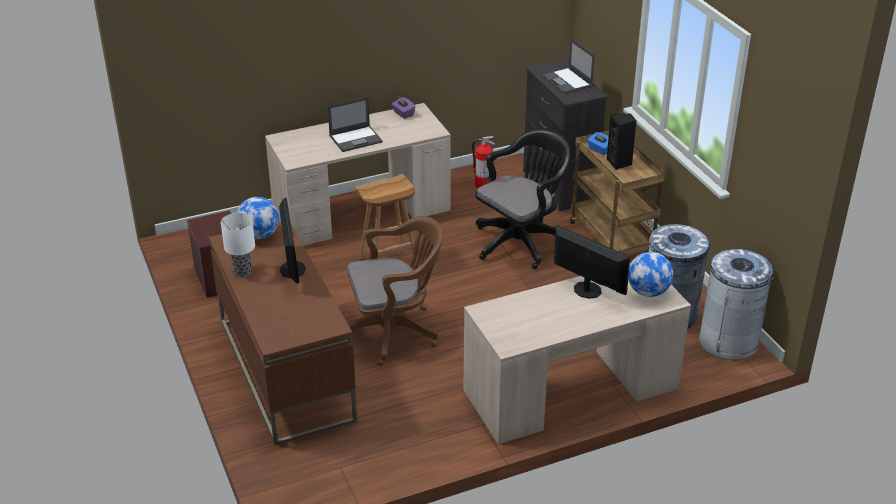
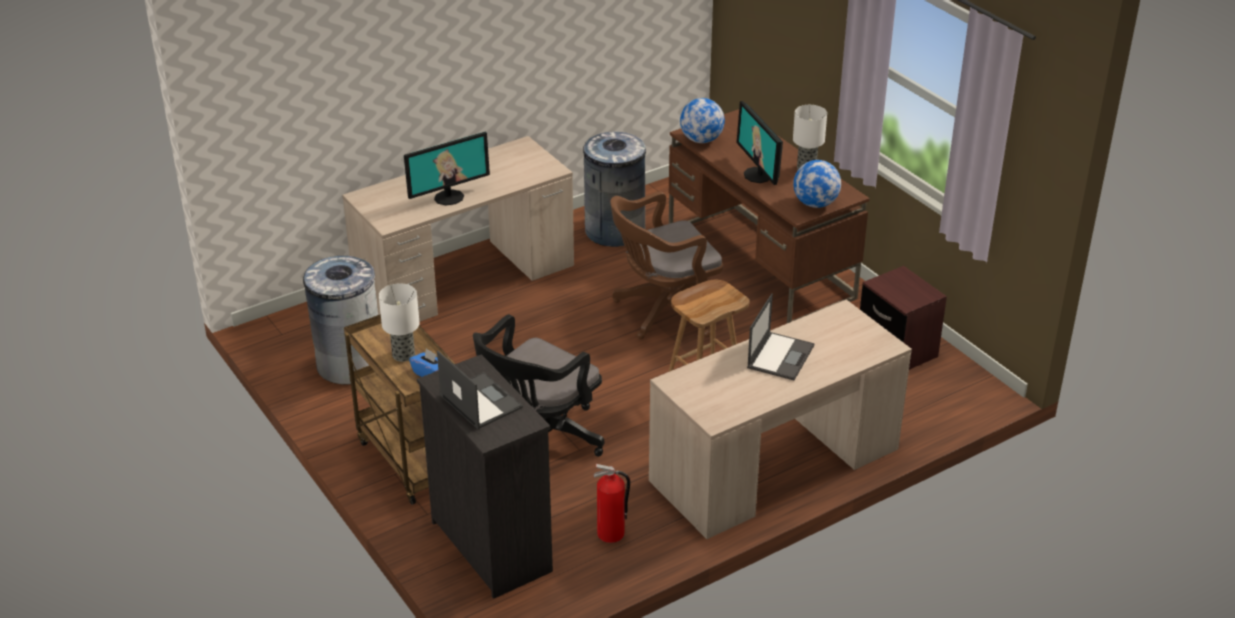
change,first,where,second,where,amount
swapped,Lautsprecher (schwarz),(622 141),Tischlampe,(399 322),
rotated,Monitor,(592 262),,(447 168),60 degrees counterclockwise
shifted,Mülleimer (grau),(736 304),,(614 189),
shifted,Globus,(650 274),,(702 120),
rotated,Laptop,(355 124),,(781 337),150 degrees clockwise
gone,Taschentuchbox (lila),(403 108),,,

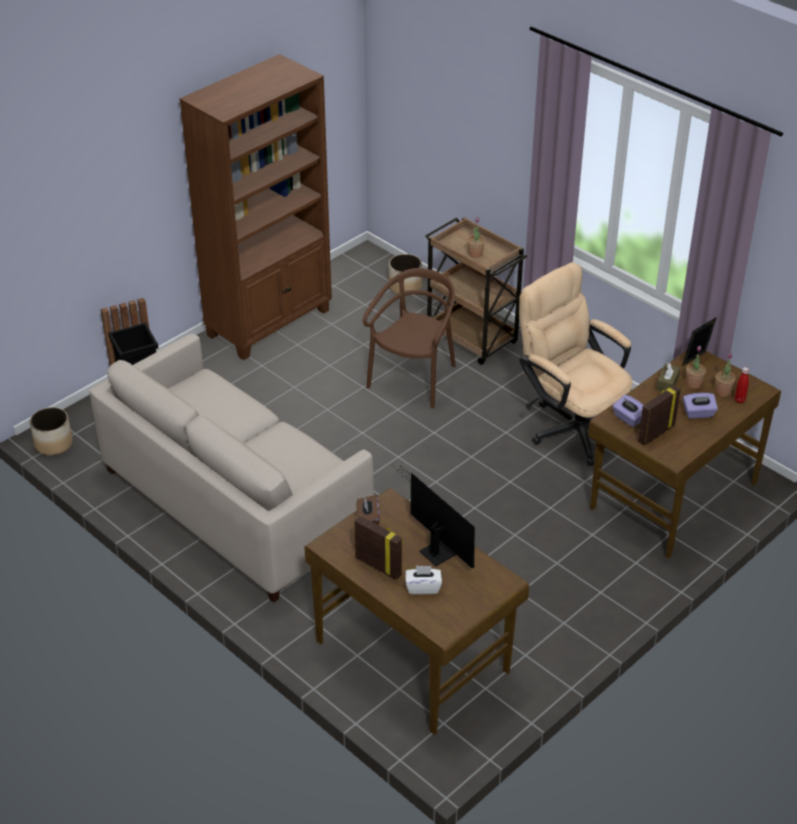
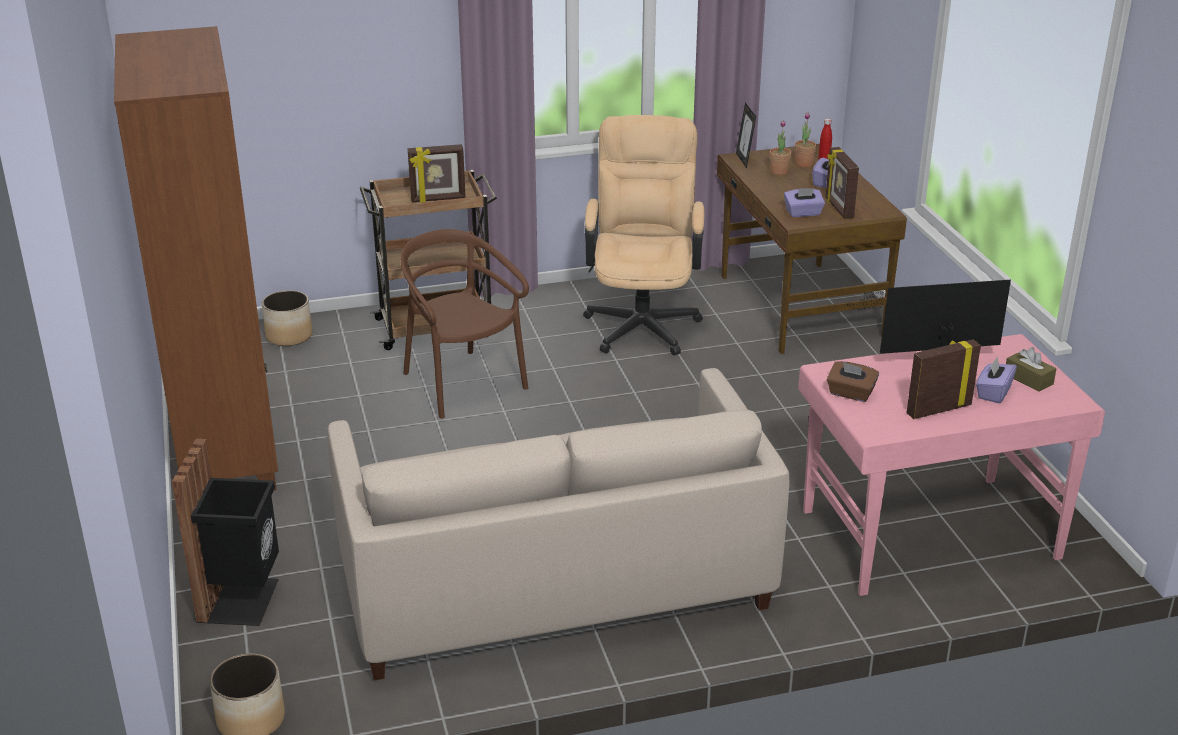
change,first,where,second,where,amount
swapped,Topfpflanze,(476 237),Bilderrahmen,(437 173),
rotated,Bürostuhl (beige),(576 364),,(644 235),105 degrees clockwise
repainted,Schreibtisch (braun),(416 611),Schreibtisch (rosa),(951 465),
repainted,Taschentuchbox (weiß),(423 579),Taschentuchbox (lila),(996 380),
shifted,Taschentuchbox (braun),(668 377),,(1031 369),

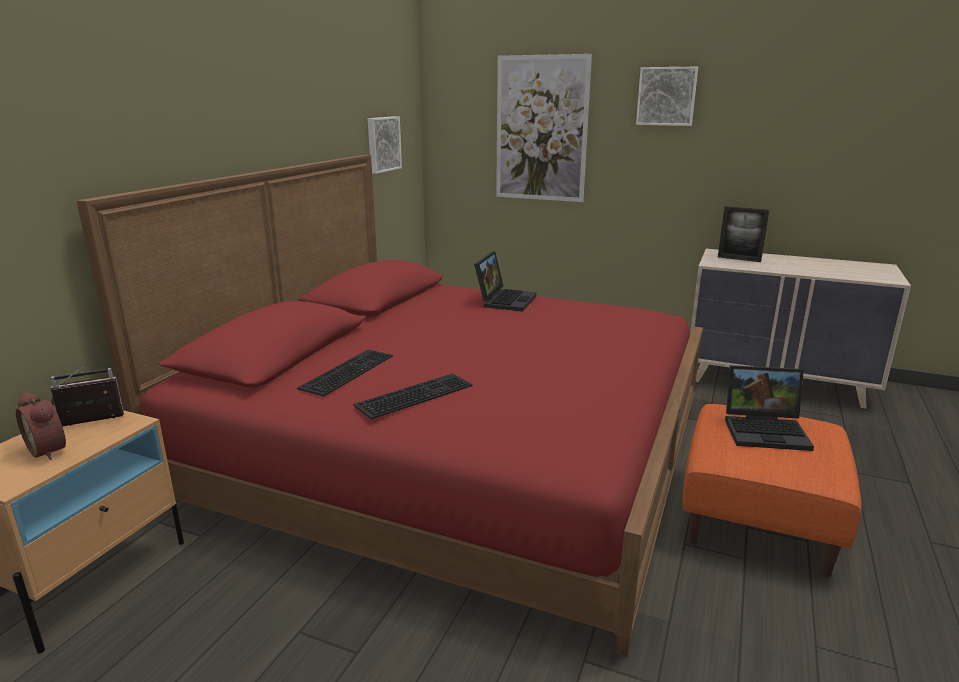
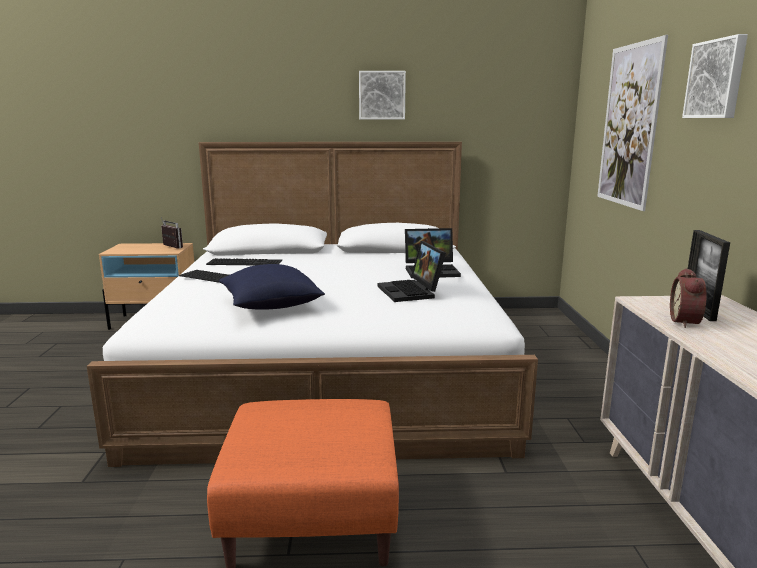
change,first,where,second,where,amount
repainted,Bett (rot),(389 406),Bett (weiß),(312 304),
new,,,Kissen (blau),(272 287),
shifted,Bild,(385 145),,(382 95),
shifted,Laptop,(769 408),,(412 271),
shifted,Wecker,(41 426),,(688 298),

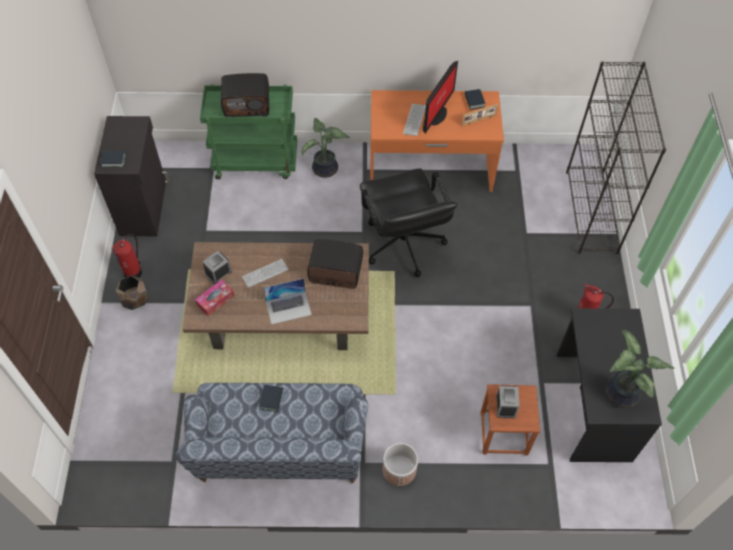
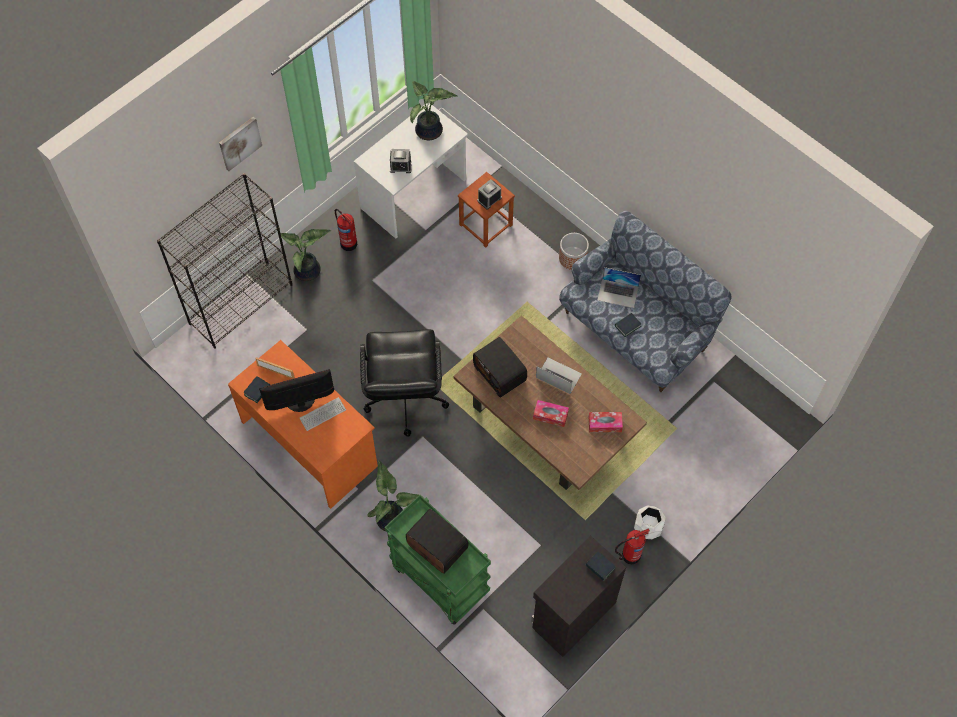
change,first,where,second,where,amount
new,,,Bild,(240 143),
new,,,Topfpflanze,(306 255),
repainted,Schreibtisch (schwarz),(609 385),Schreibtisch (weiß),(411 171),
rotated,Bürostuhl (schwarz),(409 222),,(404 383),150 degrees clockwise
shifted,Wecker,(217 267),,(401 161),
swapped,Tastatur,(265 273),Taschentuchbox,(551 413),
new,,,Laptop,(619 287),
repainted,Pflanzkübel (braun),(132 292),Pflanzkübel (weiß),(650 522),

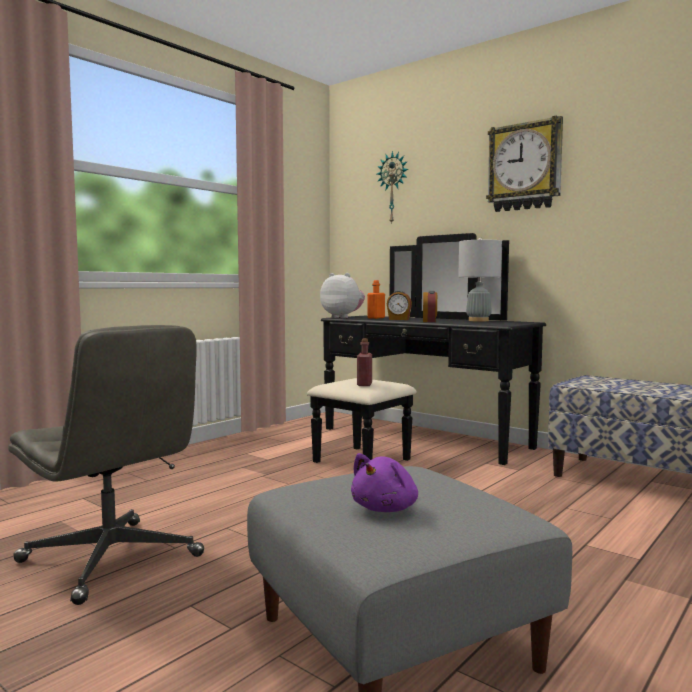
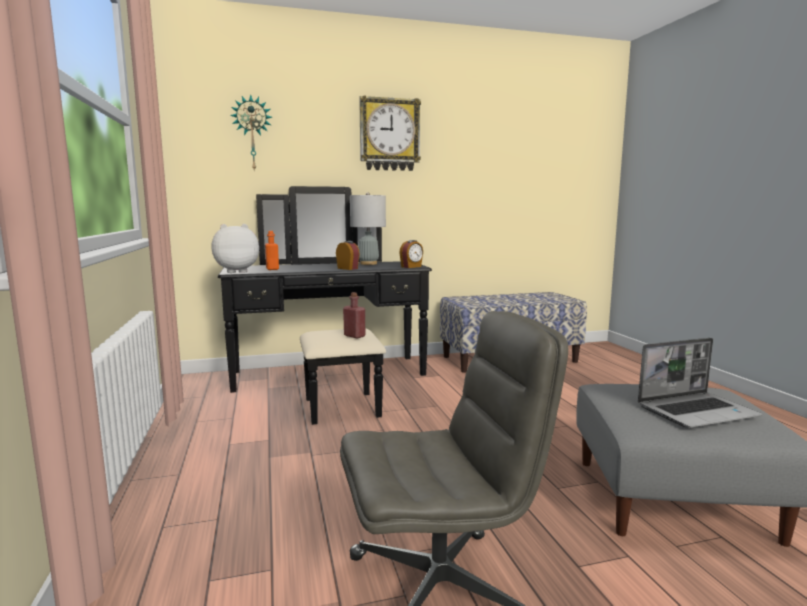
change,first,where,second,where,amount
shifted,Wecker,(399 305),,(411 254),
swapped,Plüschtier (lila),(384 482),Laptop,(700 383),

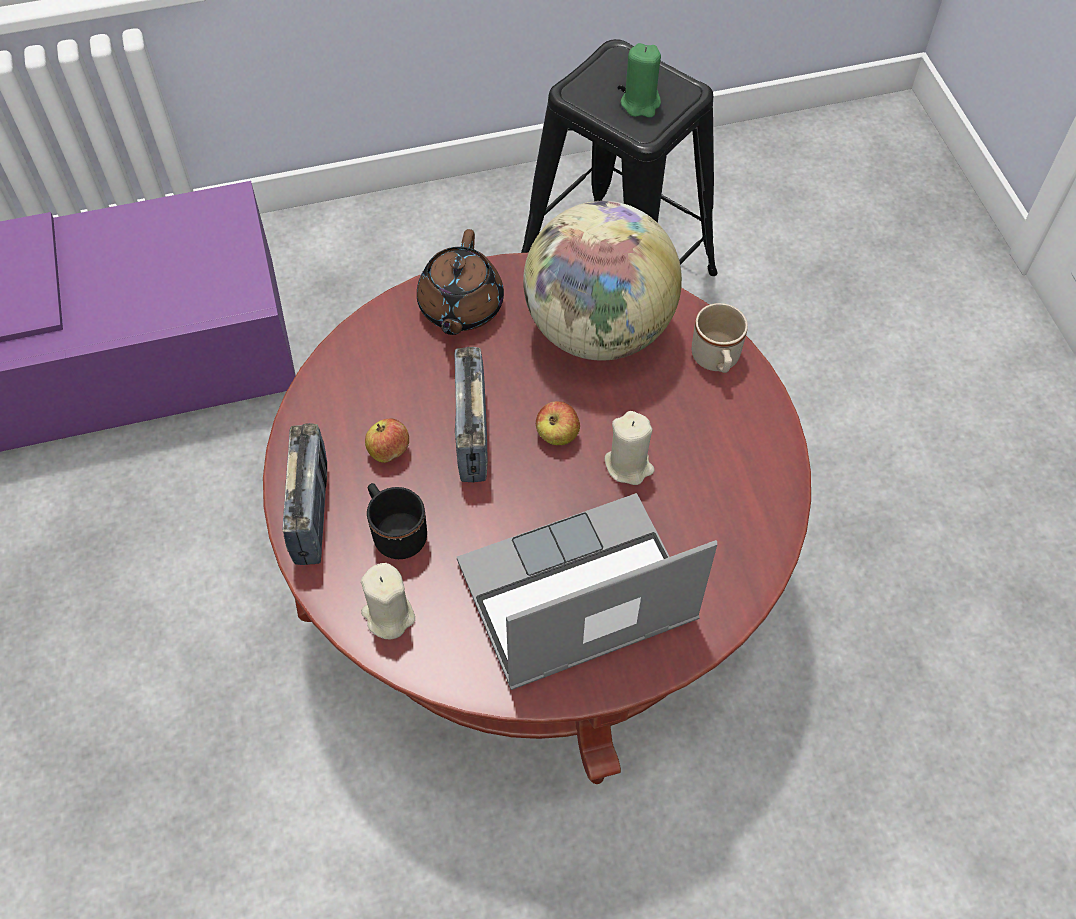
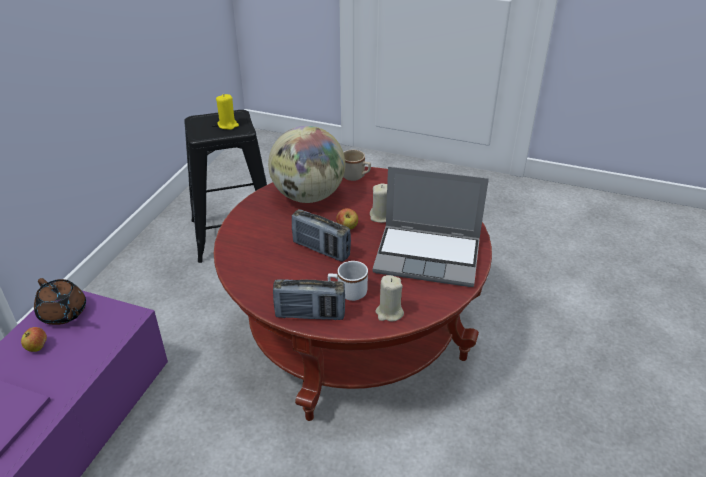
change,first,where,second,where,amount
shifted,Apfel,(387 441),,(34 339),
shifted,Teekanne (braun),(460 282),,(60 301),
repainted,Kerze (grün),(641 80),Kerze (gelb),(227 112),
rotated,Radio,(305 494),,(309 300),150 degrees clockwise
repainted,Henkelbecher (schwarz),(397 521),Henkelbecher (weiß),(348 281),
rotated,Laptop,(587 591),,(430 226),90 degrees counterclockwise

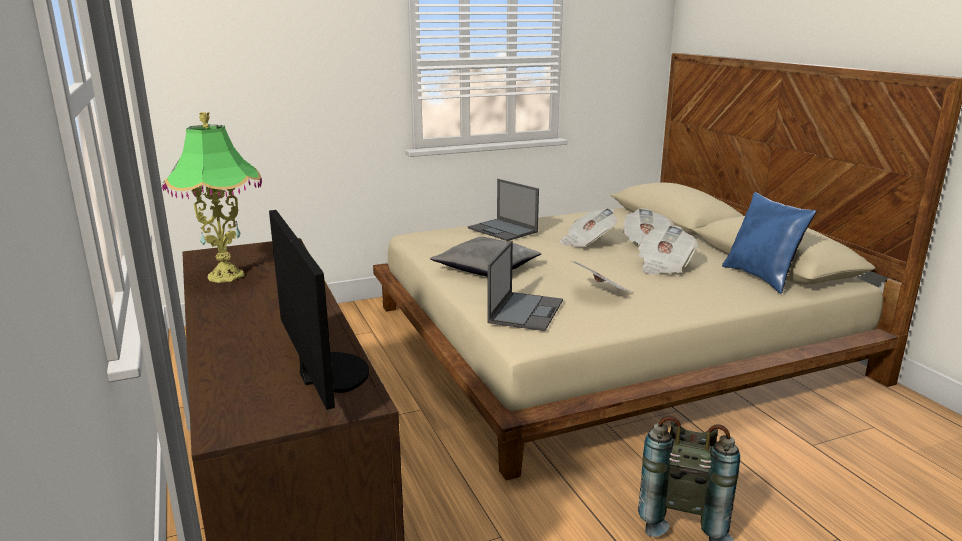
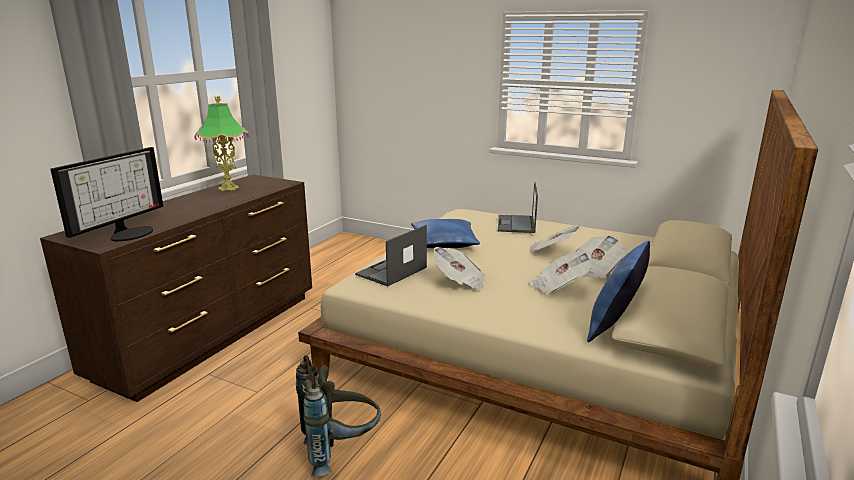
change,first,where,second,where,amount
rotated,Laptop,(525 286),,(391 255),150 degrees clockwise
repainted,Kissen (grau),(485 257),Kissen (blau),(445 233),

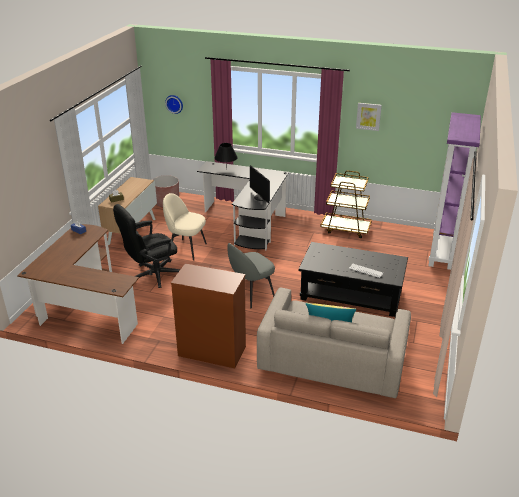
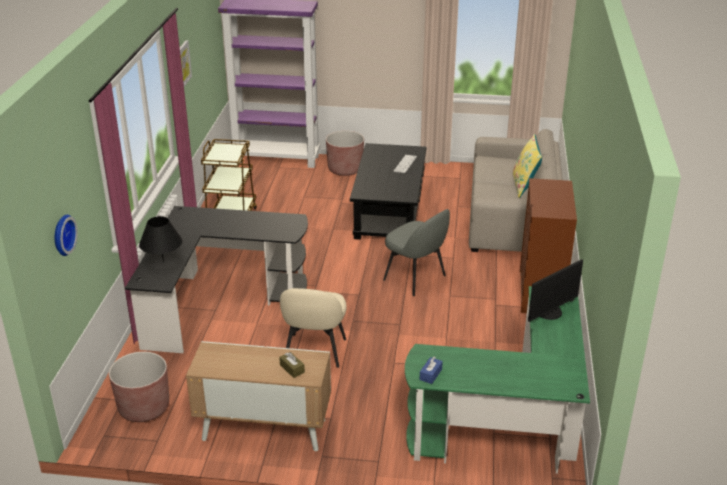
change,first,where,second,where,amount
new,,,Pflanzkübel (braun),(345 153),
repainted,Schreibtisch (braun),(78 284),Schreibtisch (grün),(497 380),
shifted,Monitor,(259 184),,(555 290),
gone,Bürostuhl (schwarz),(147 246),,,

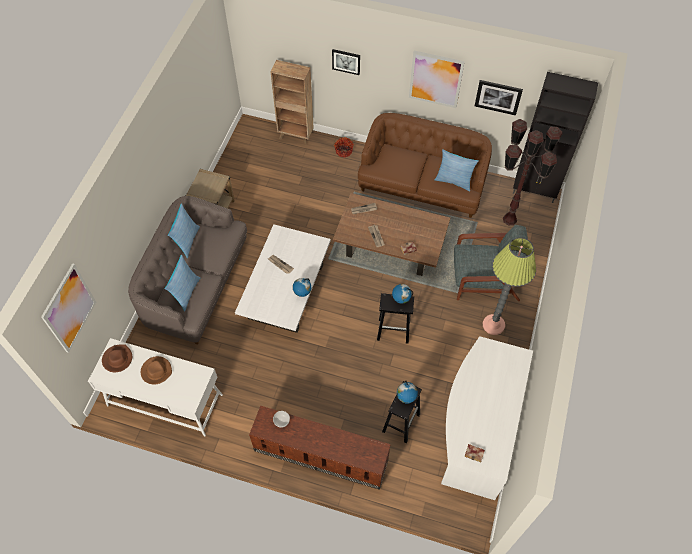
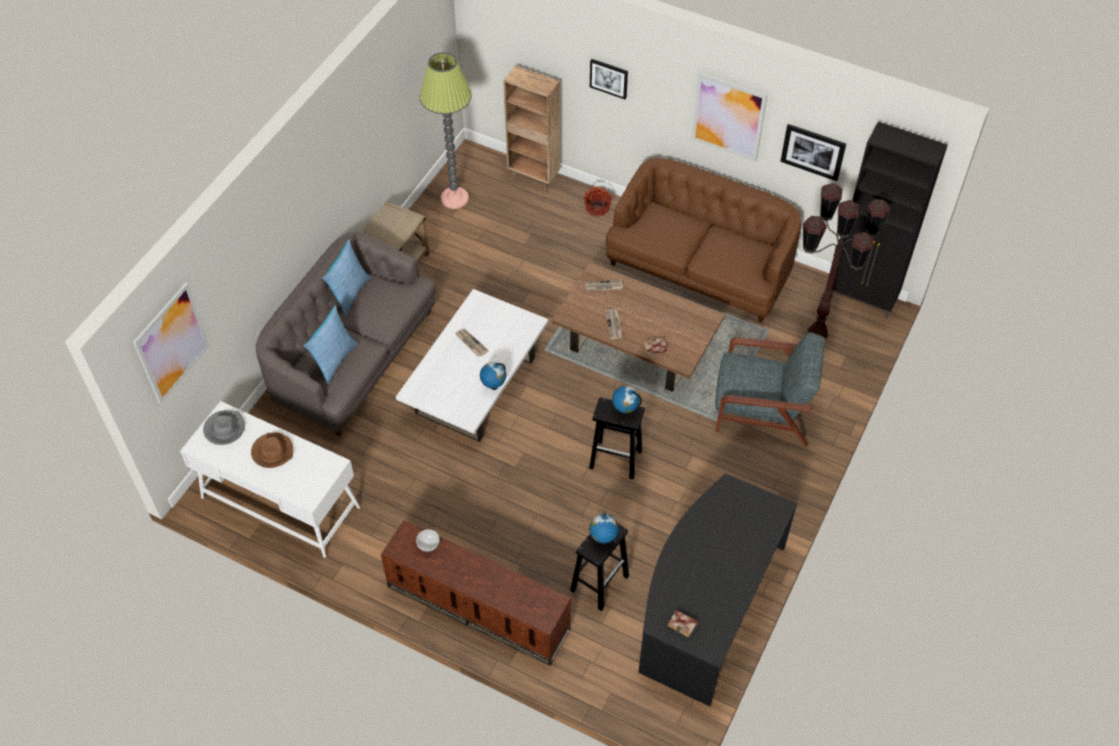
change,first,where,second,where,amount
repainted,Hut (braun),(117 358),Hut (grau),(224 427),
shifted,Stehlampe,(509 286),,(446 130),
repainted,Schreibtisch (weiß),(487 418),Schreibtisch (schwarz),(717 589),
gone,Kissen,(456 170),,,

